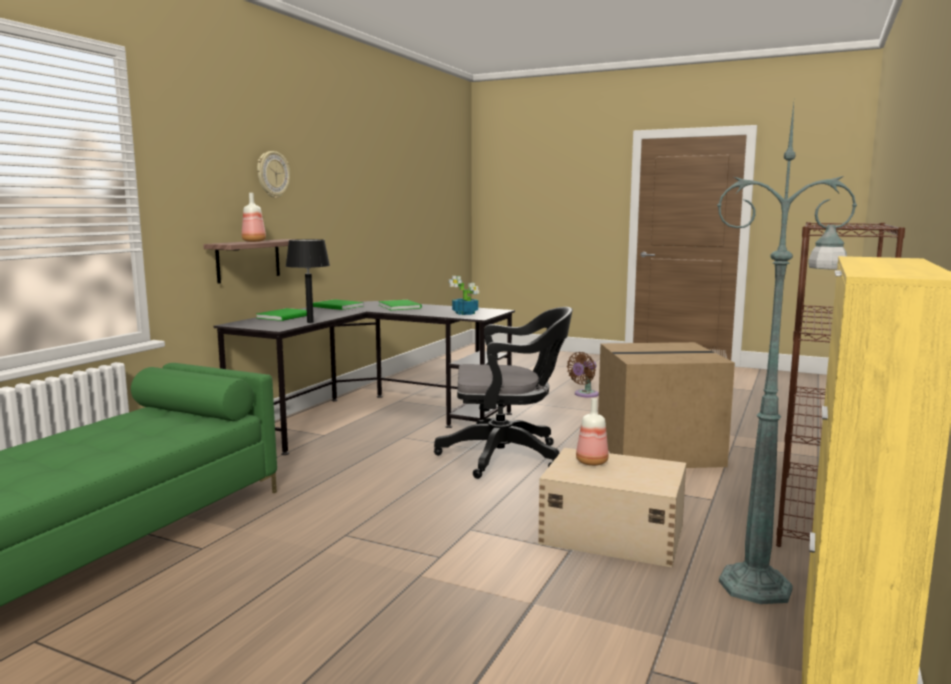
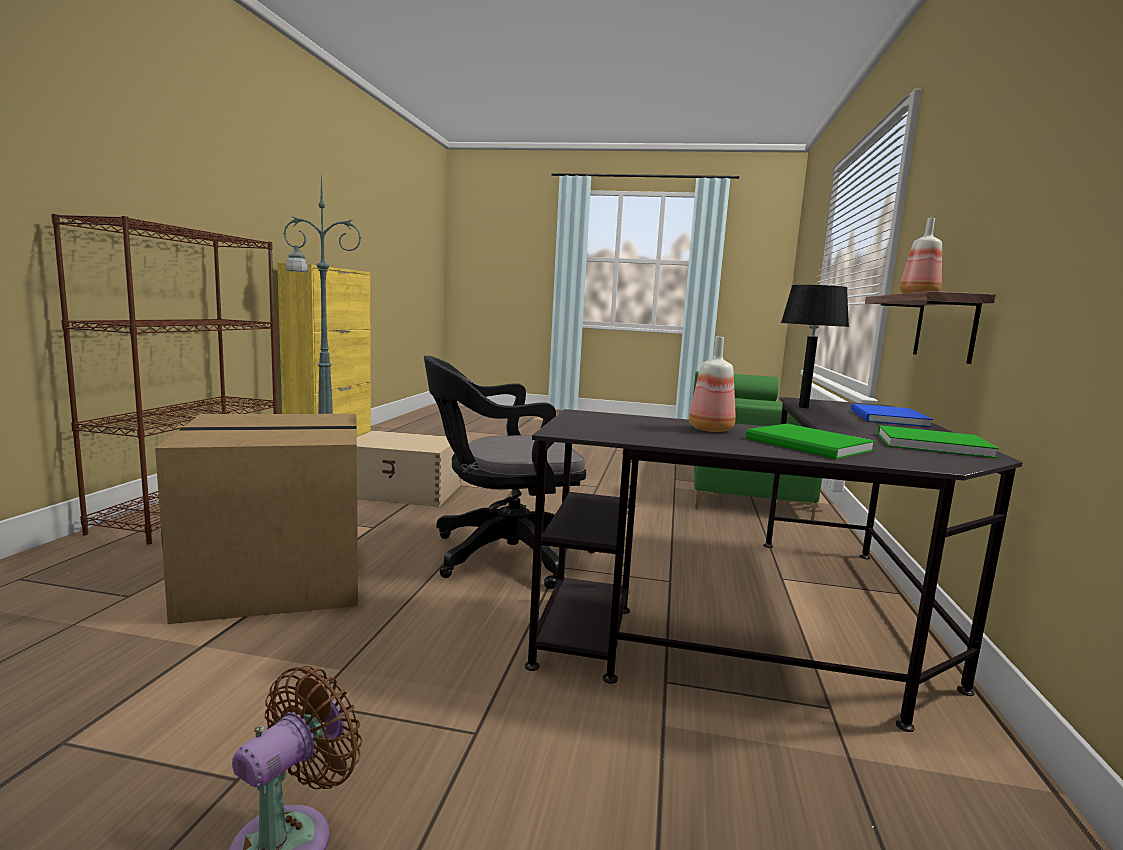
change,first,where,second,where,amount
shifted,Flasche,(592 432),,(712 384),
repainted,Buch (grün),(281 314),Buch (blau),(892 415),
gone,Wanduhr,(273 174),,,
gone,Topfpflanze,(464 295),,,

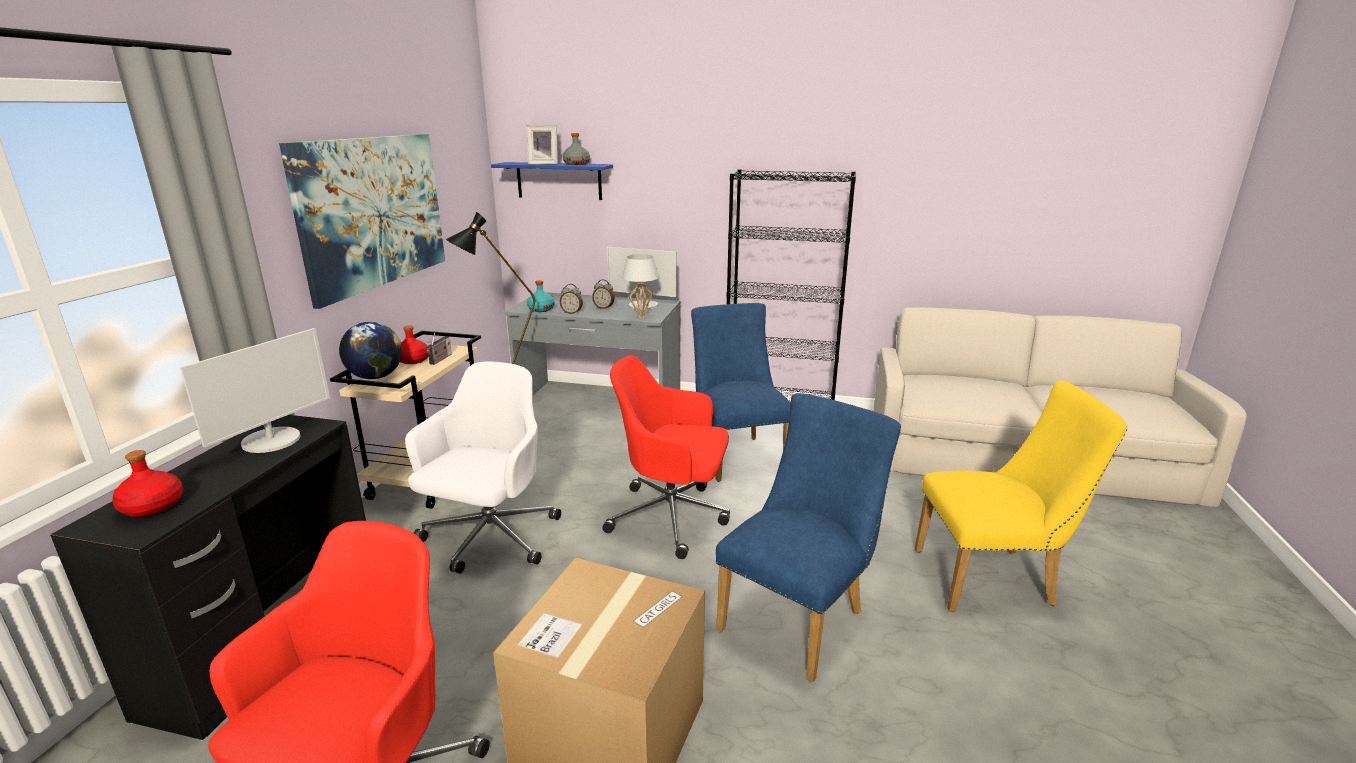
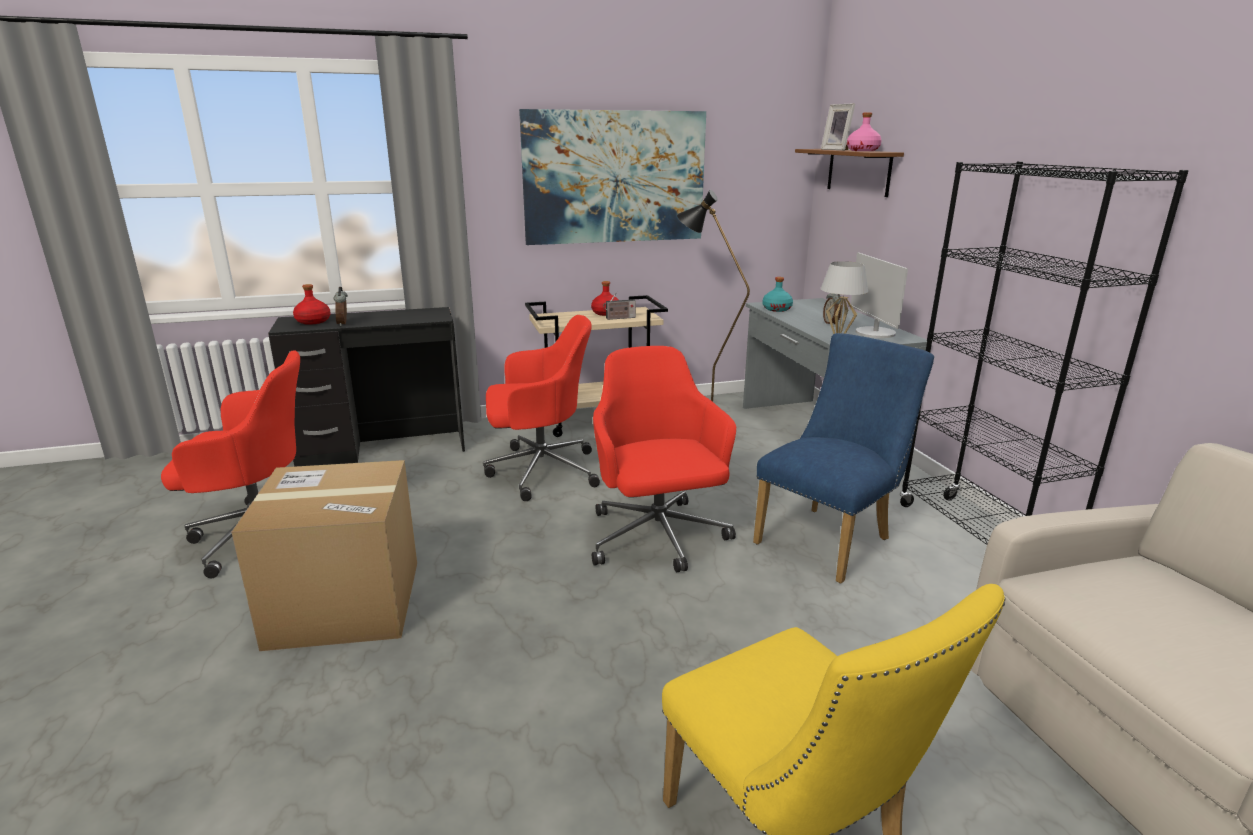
change,first,where,second,where,amount
shifted,Wecker,(571 299),,(340 306),
repainted,Bürostuhl (weiß),(483 467),Bürostuhl (rot),(541 408),
repainted,Wandregal (blau),(552 181),Wandregal (braun),(849 173),
repainted,Flasche (grau),(576 149),Flasche (rosa),(864 132),
gone,Monitor,(255 390),,,
gone,Globus,(370 350),,,
gone,Stuhl (blau),(808 538),,,

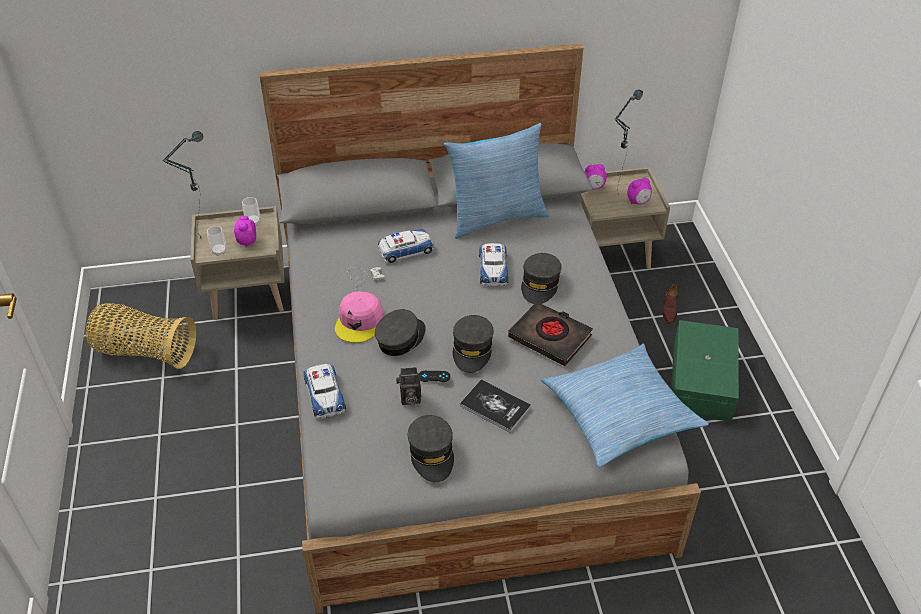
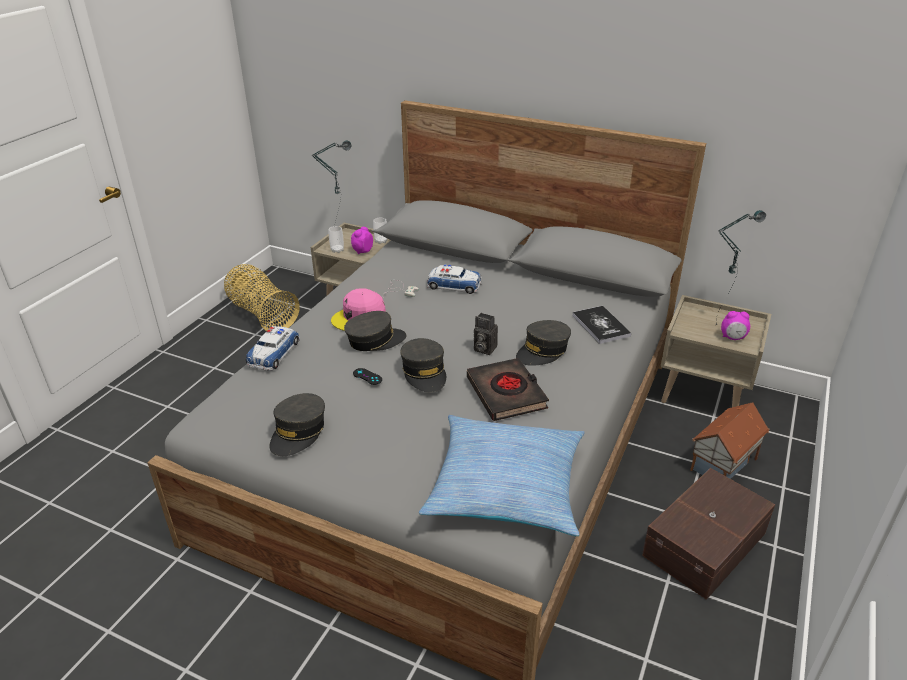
change,first,where,second,where,amount
rotated,Kappe (grau),(473 344),,(423 365),60 degrees counterclockwise
shifted,Kamera,(408 386),,(486 334),
shifted,Buch,(495 406),,(601 325),
repainted,Aufbewahrungsbox (grün),(705 371),Aufbewahrungsbox (braun),(708 534),
swapped,Schuh (braun),(670 304),Spielzeughaus,(730 440),
gone,Kissen,(496 181),,,
gone,Spielzeugauto,(493 265),,,
gone,Wecker,(595 176),,,

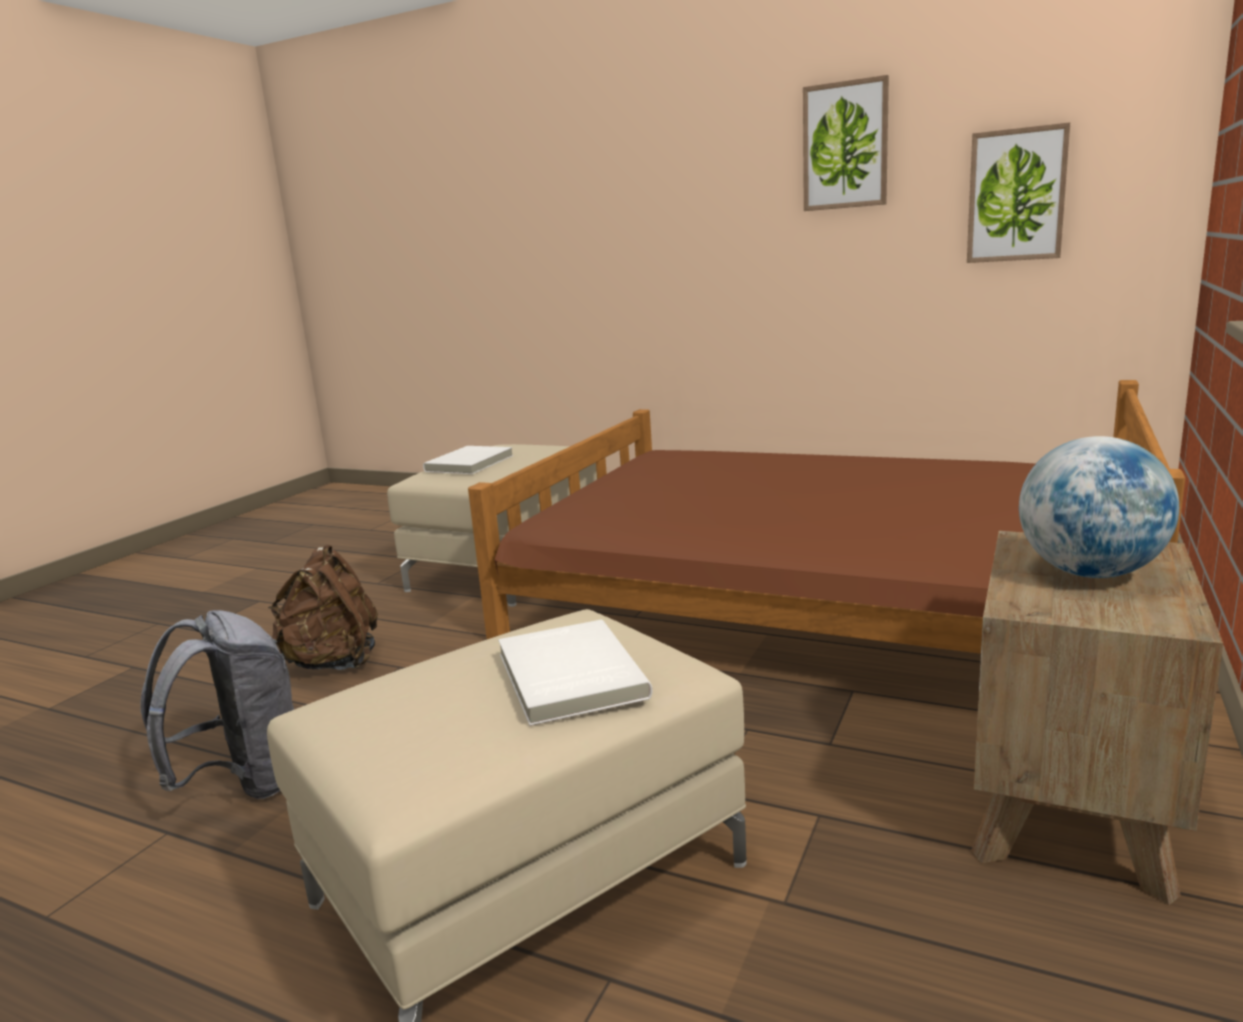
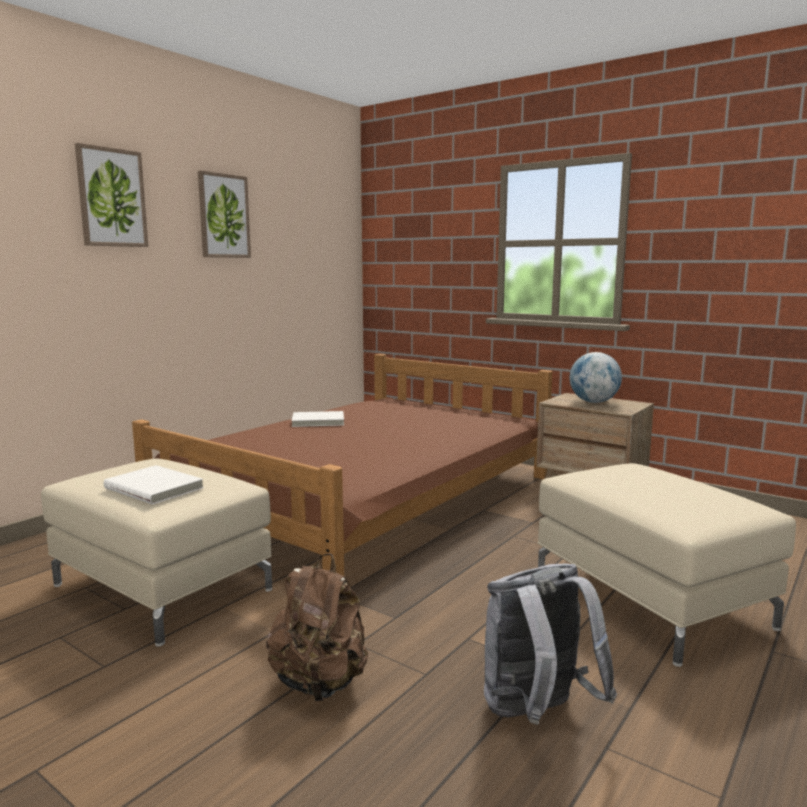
change,first,where,second,where,amount
shifted,Bild,(1018 192),,(111 195),
shifted,Buch (weiß),(575 672),,(318 419),

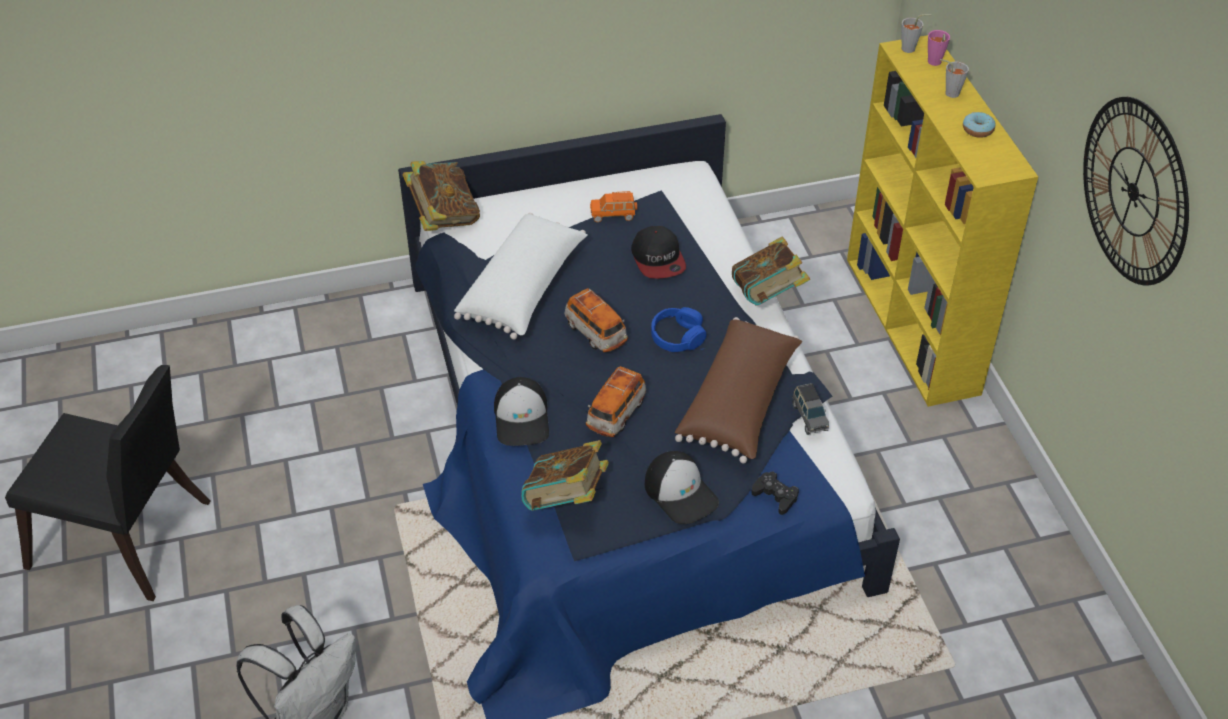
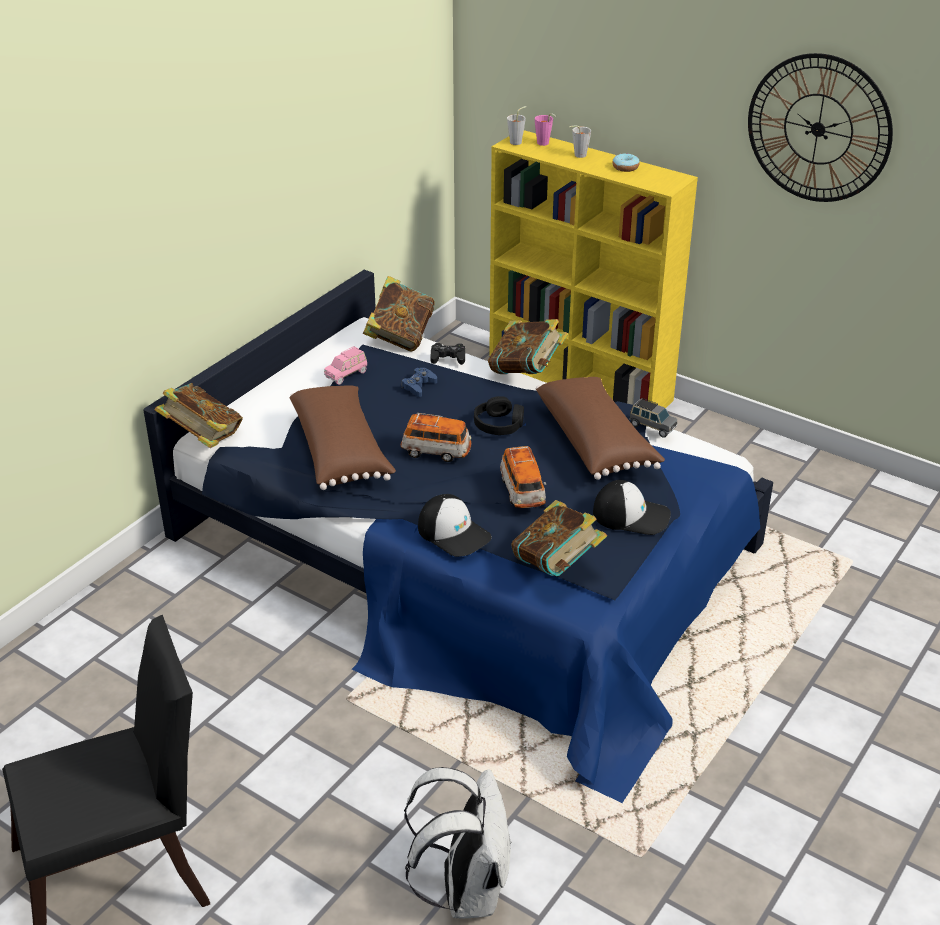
change,first,where,second,where,amount
repainted,Kissen (weiß),(521 276),Kissen (braun),(343 437),
repainted,Spielzeugauto (orange),(613 206),Spielzeugauto (rosa),(345 365),
new,,,Buch,(399 314),
swapped,Kappe,(658 252),Gamepad (blau),(419 382),
shifted,Gamepad (schwarz),(775 493),,(448 354),
repainted,Kopfhörer (blau),(678 329),Kopfhörer (schwarz),(499 415),

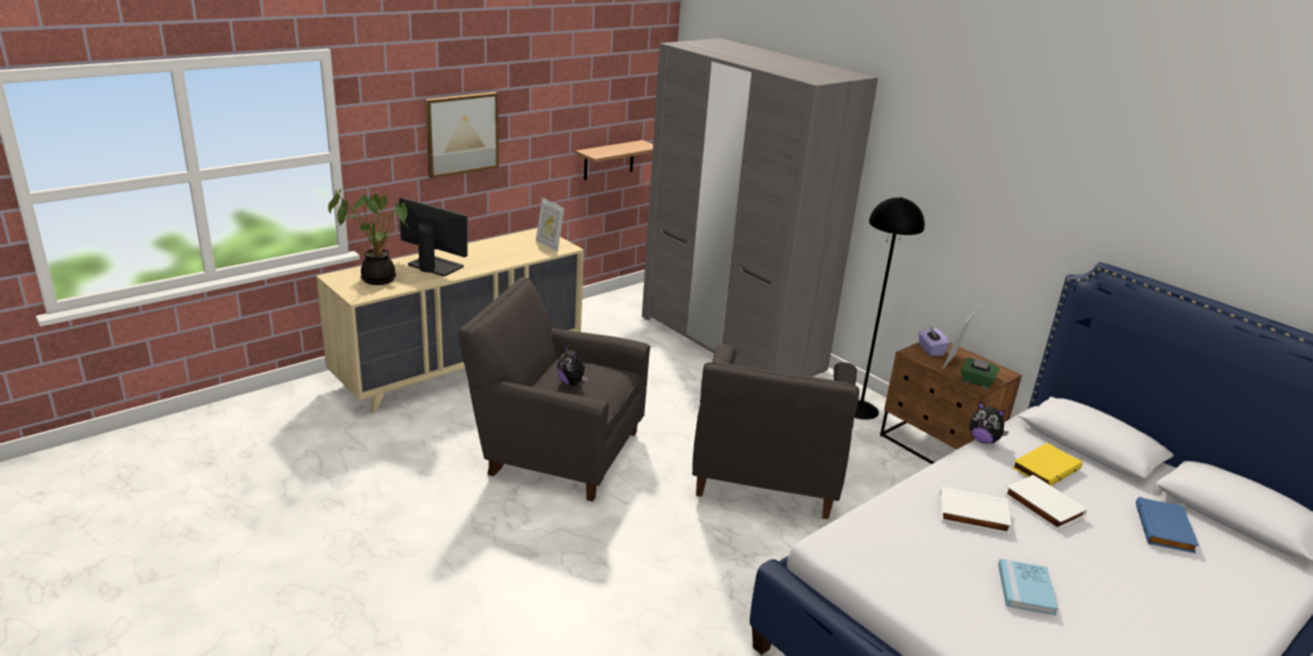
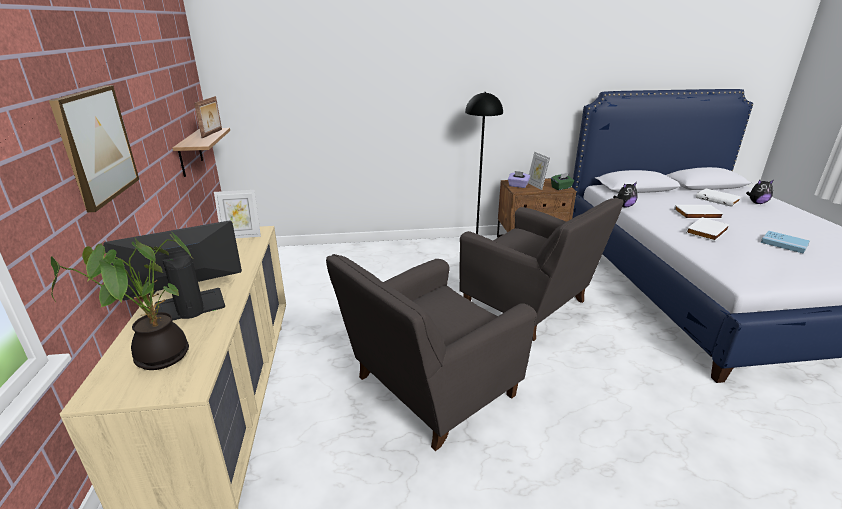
change,first,where,second,where,amount
new,,,Bilderrahmen,(208 117),
repainted,Buch (blau),(1167 525),Buch (weiß),(718 198),
shifted,Plüschtier,(572 366),,(760 192),
gone,Kleiderschrank (grau),(760 207),,,
gone,Buch (gelb),(1047 464),,,

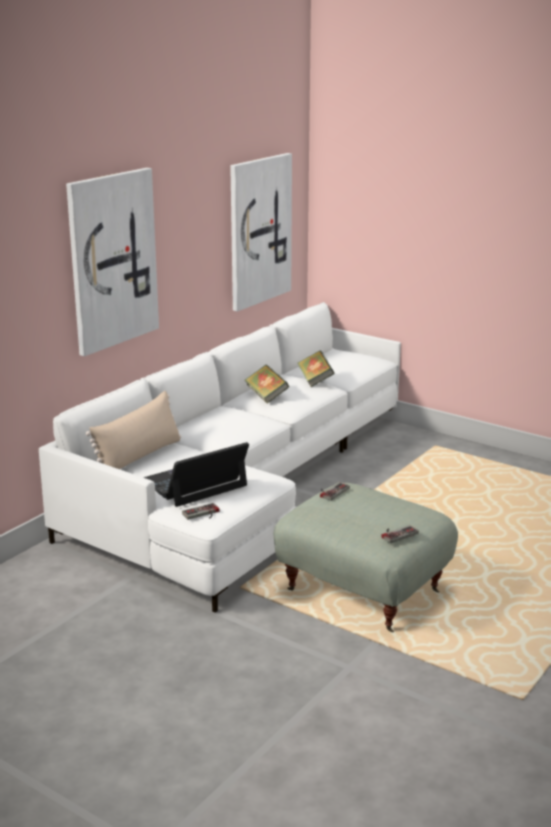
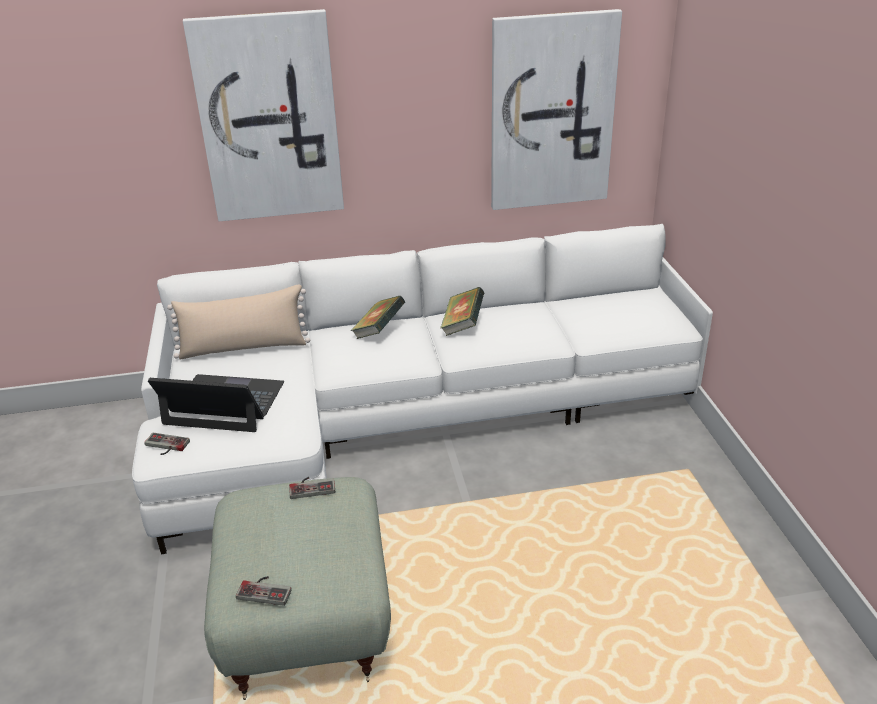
change,first,where,second,where,amount
shifted,Buch,(316 369),,(378 317),

